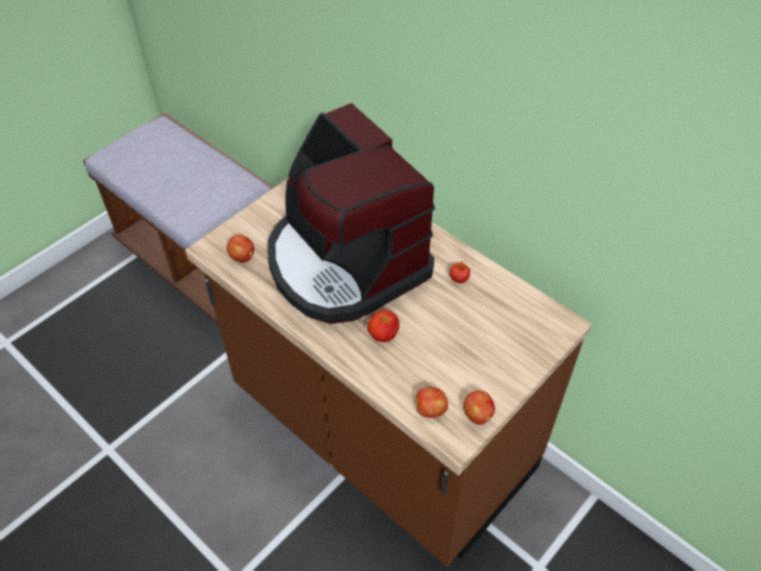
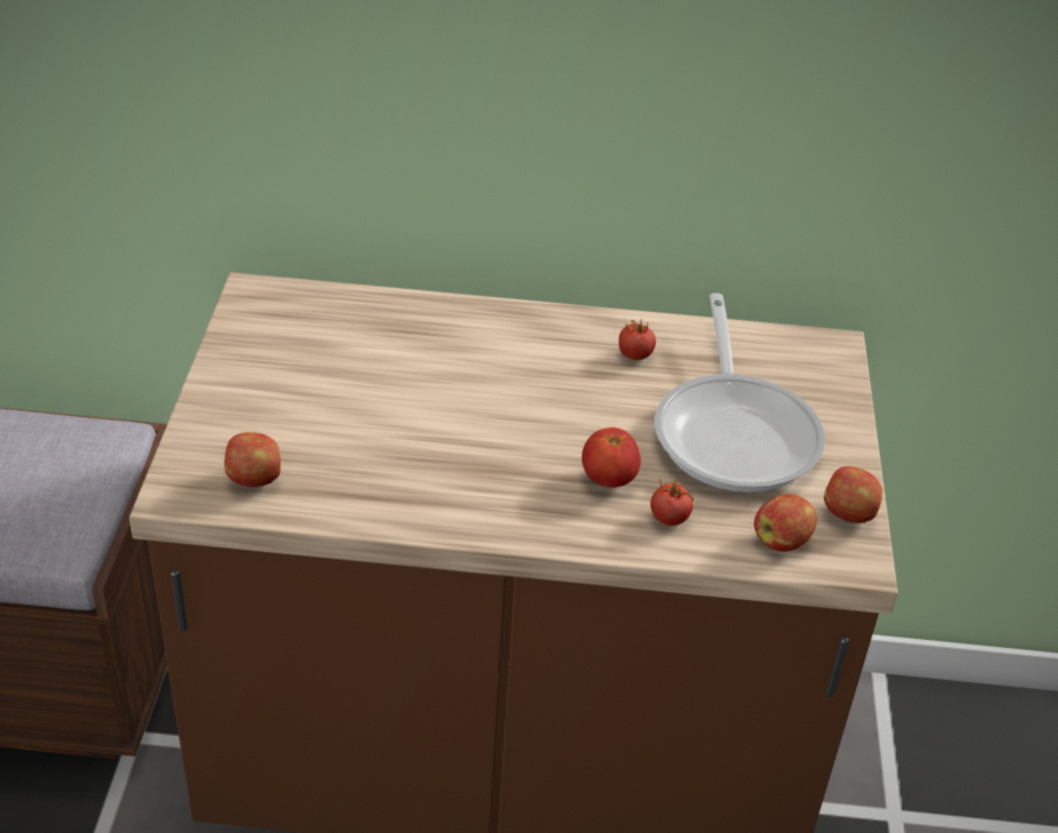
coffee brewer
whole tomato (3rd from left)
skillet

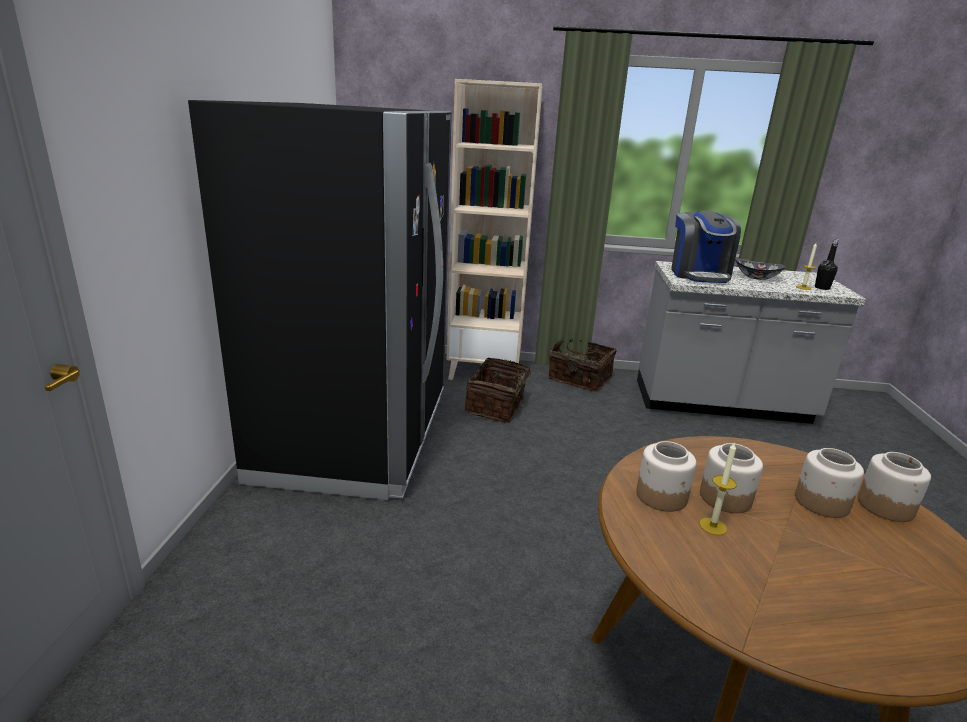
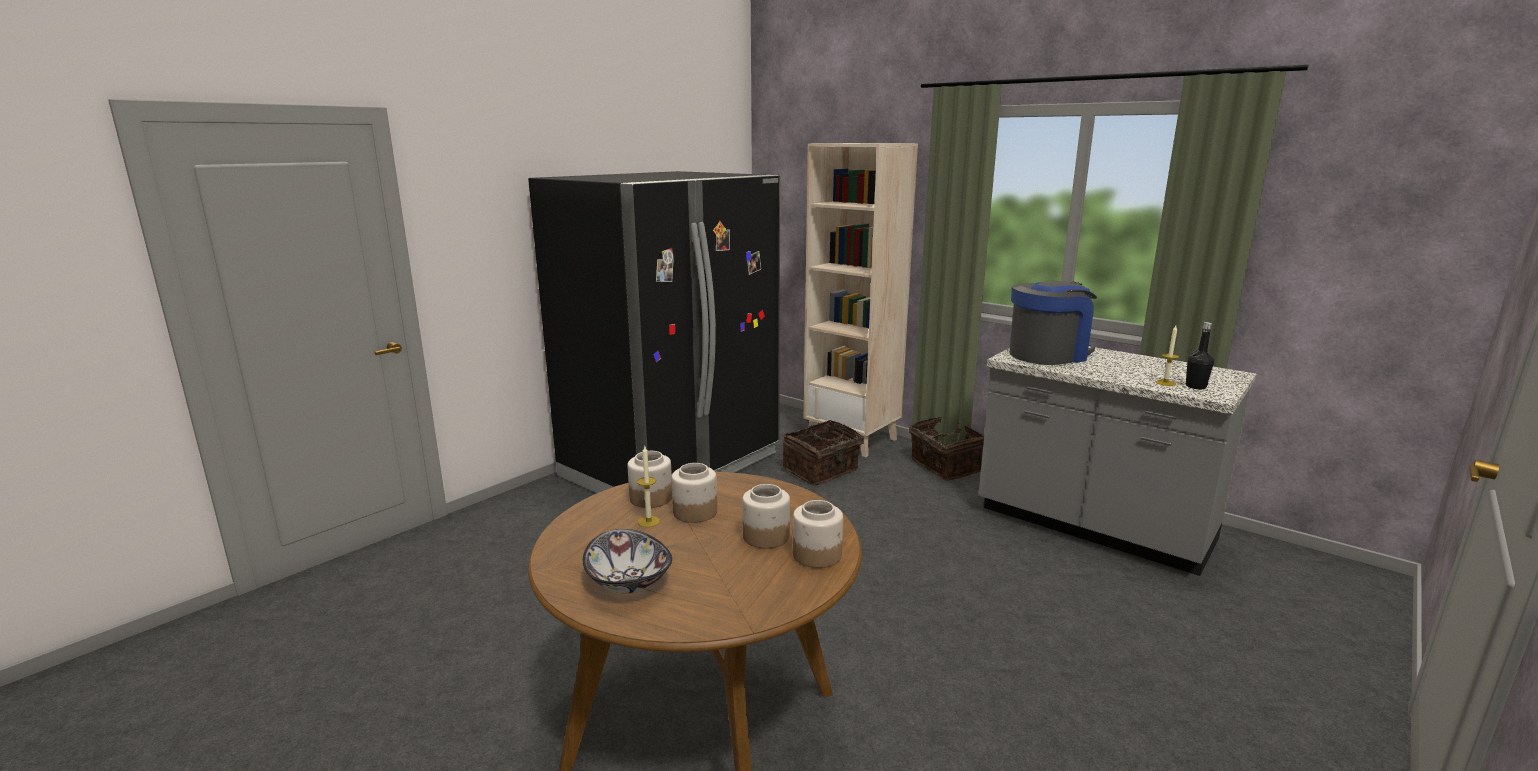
bowl
coffee brewer

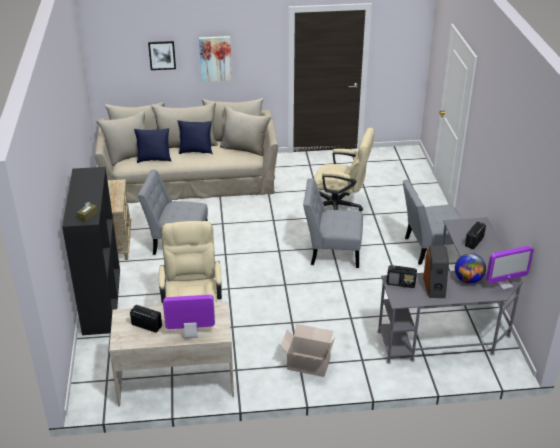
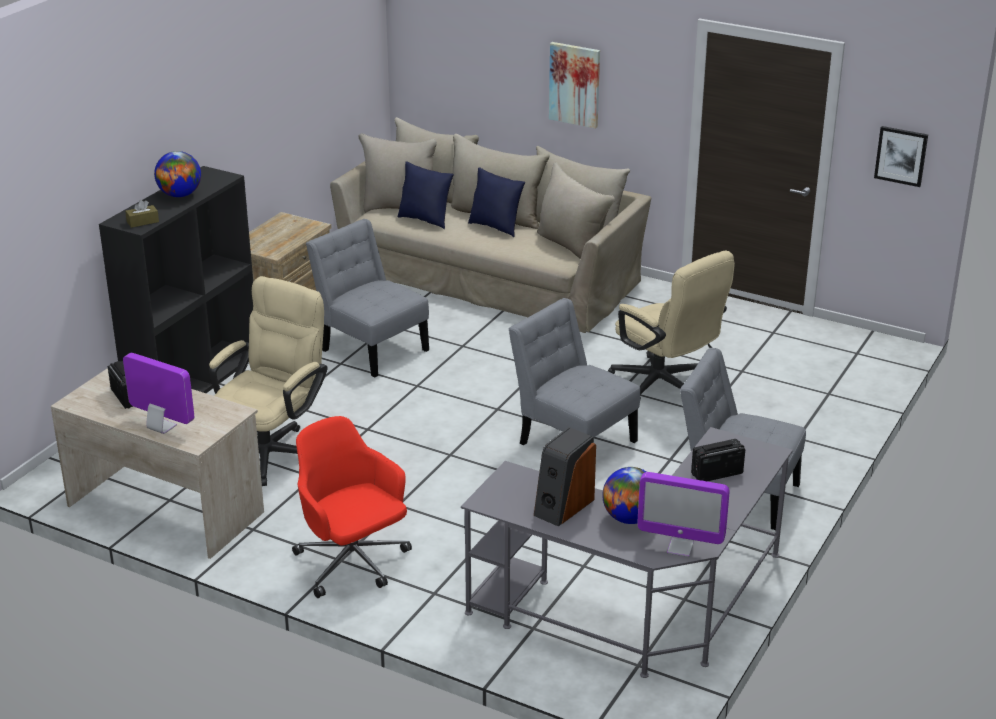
radio receiver (2nd from left in the first image)
desk globe (1st from left)
wall art (2nd from left)
red desk chair

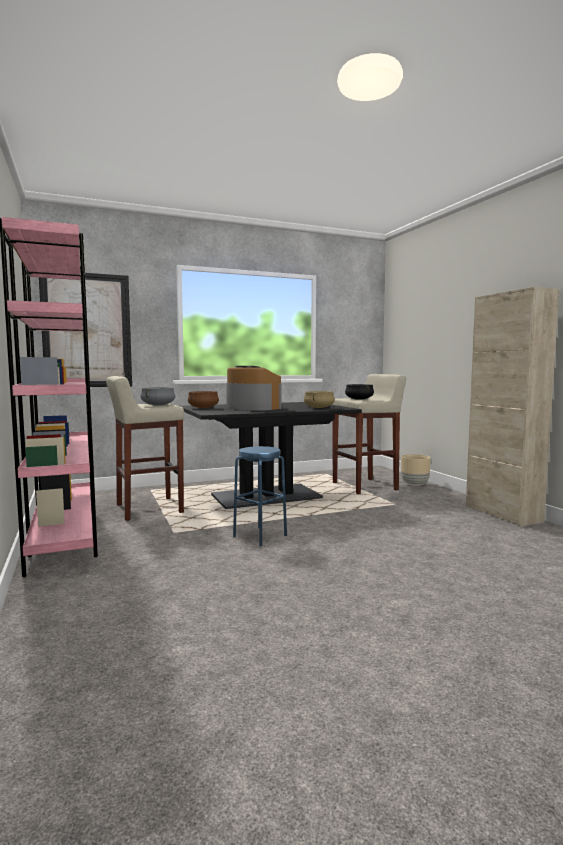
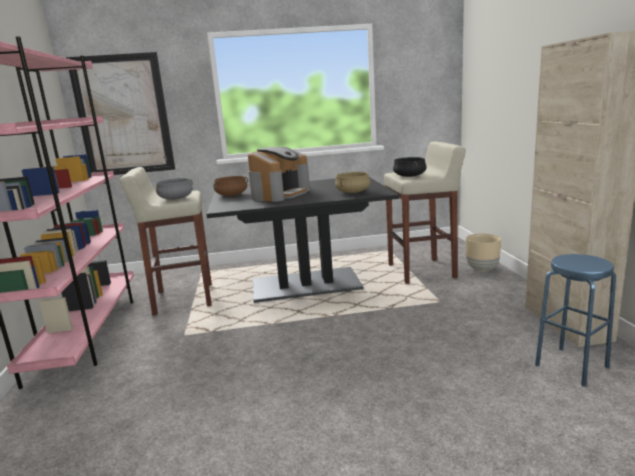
blue stool seat
coffee brewer

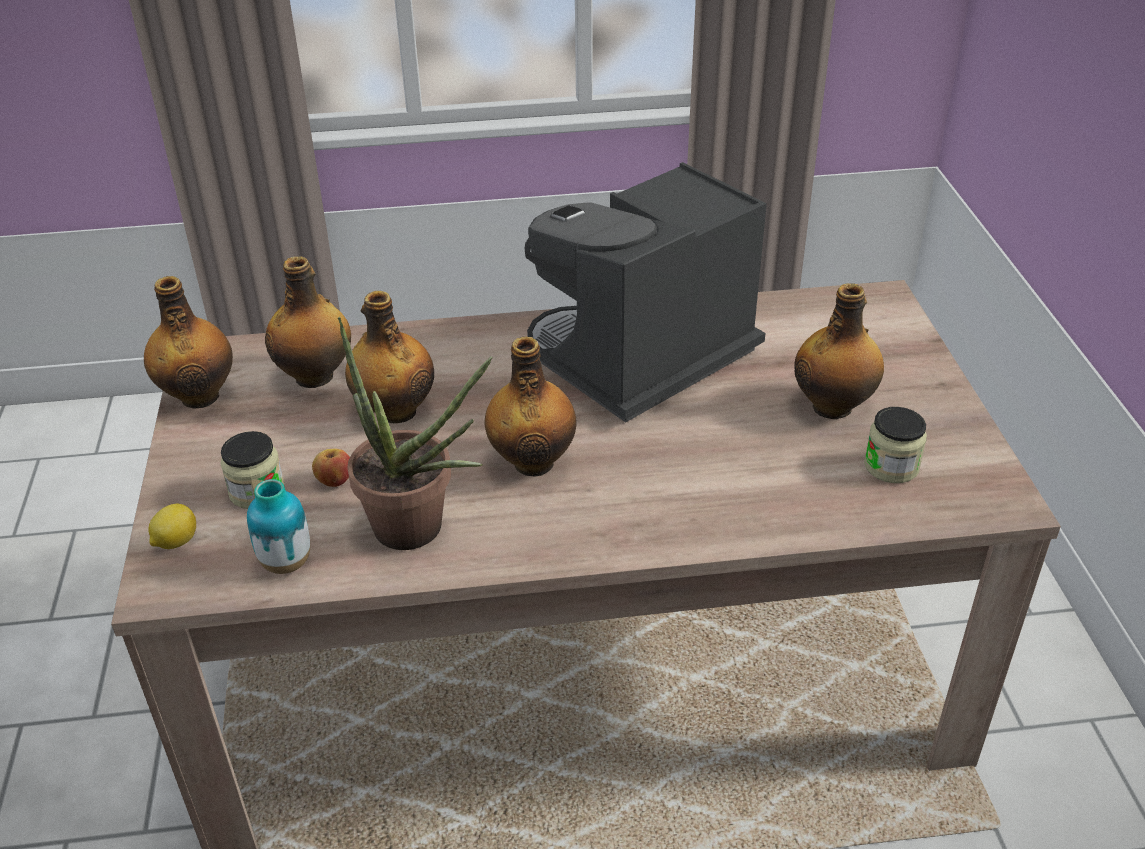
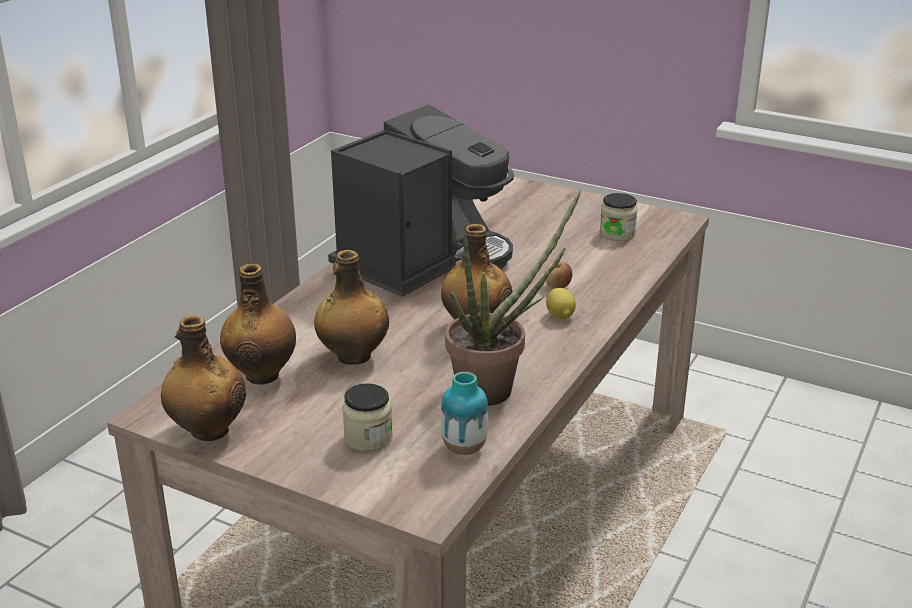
bottle (5th from left in the first image)
lemon
apple fruit
coffee brewer

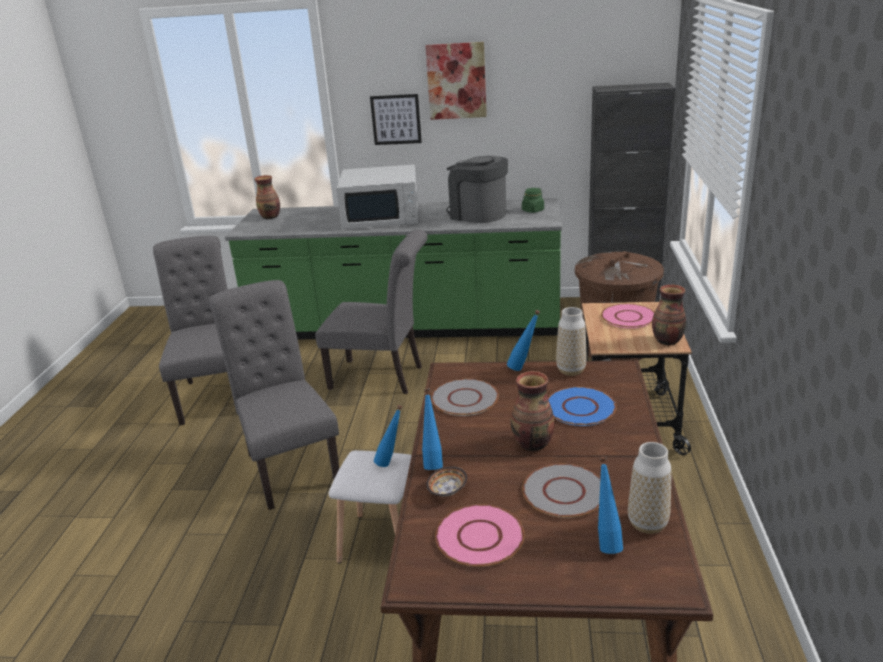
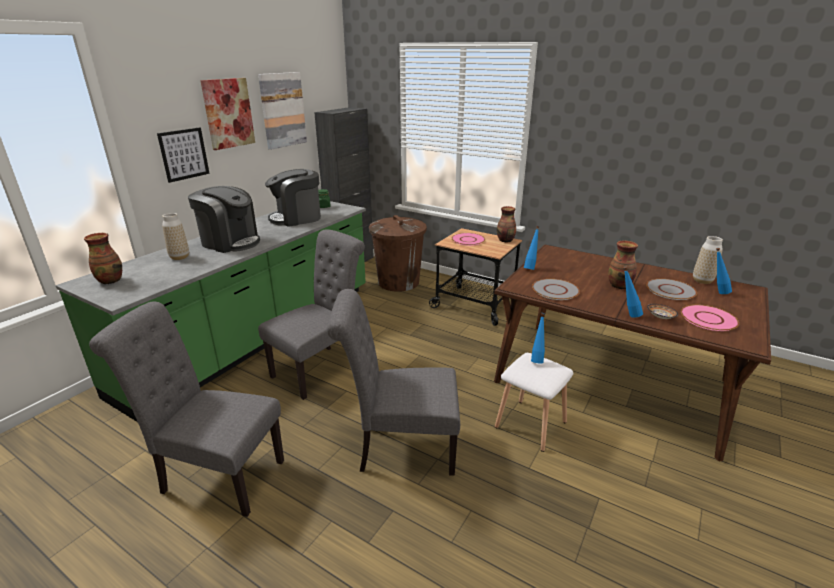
blue dinner plate
wall art (3rd from left)
vase (2nd from left)
coffee brewer (1st from left)

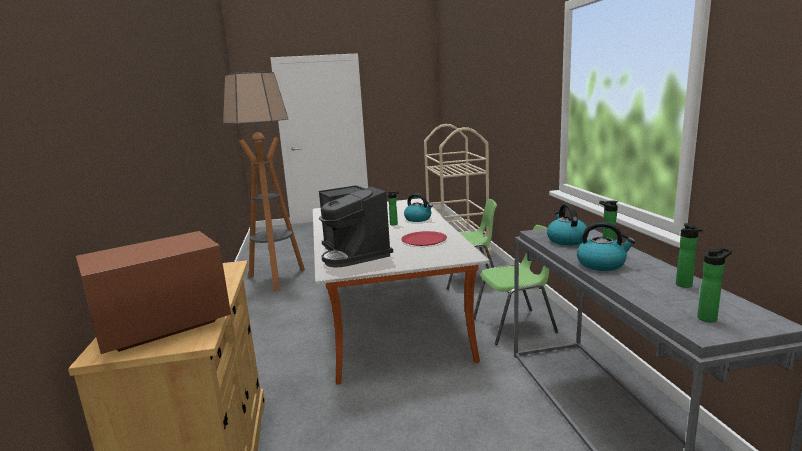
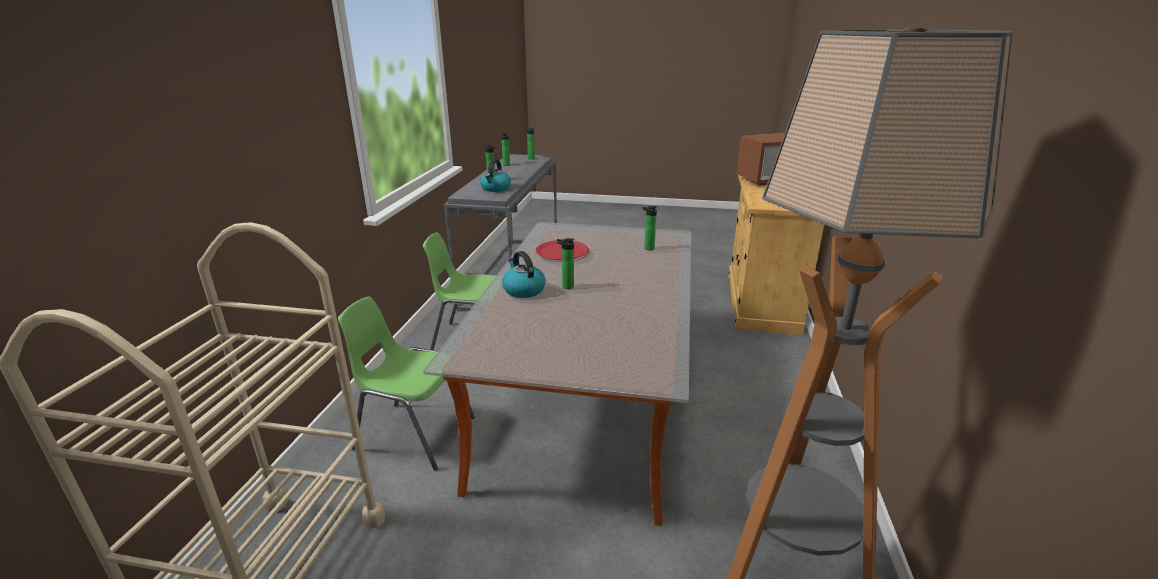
kettle (3rd from left in the first image)
bottle (5th from left)

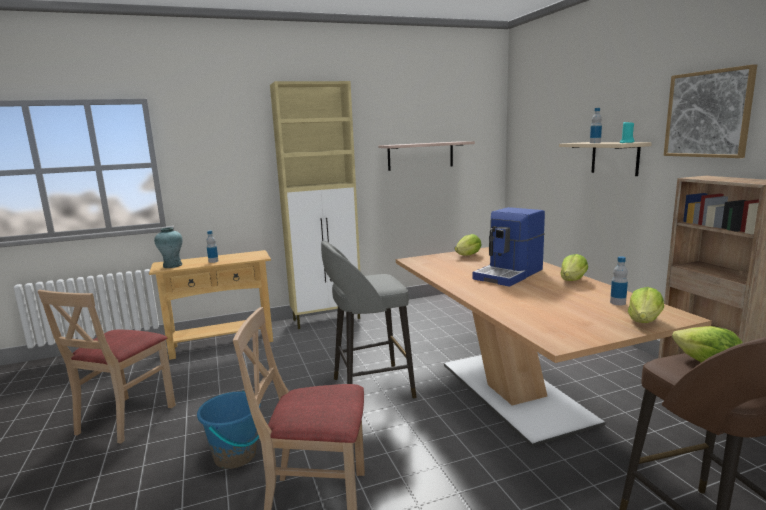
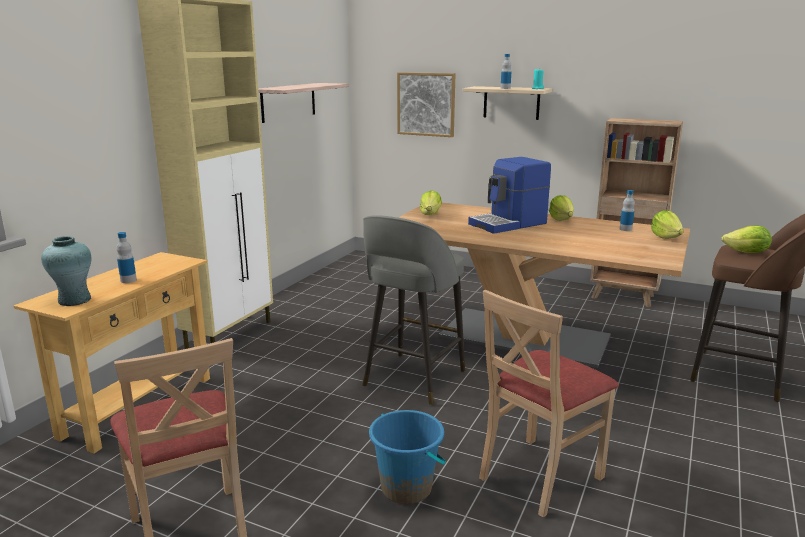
wall art
coffee brewer

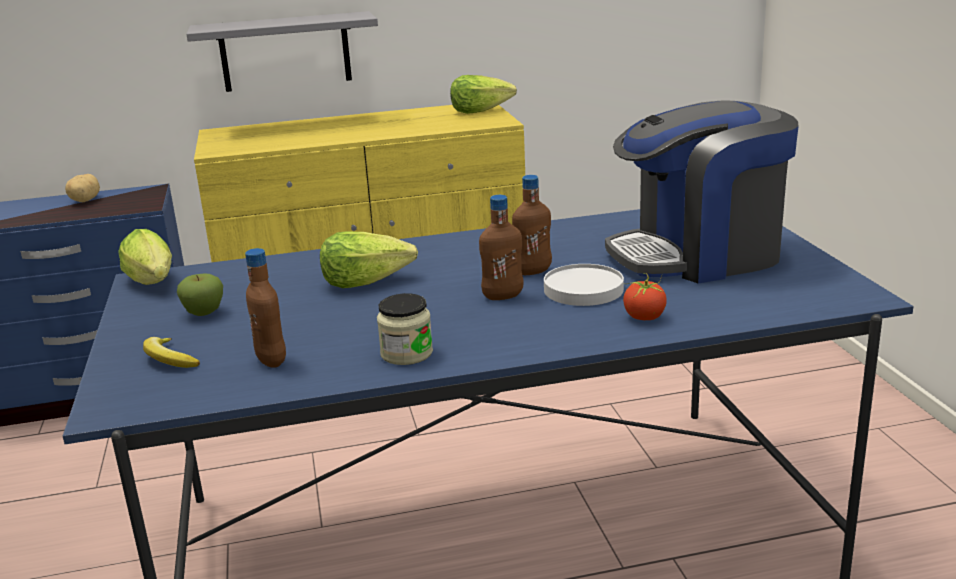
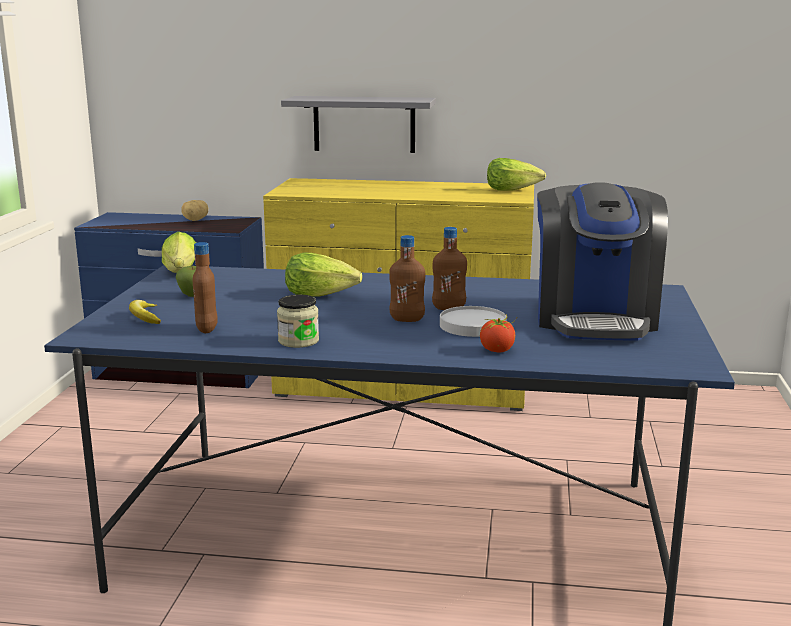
coffee brewer

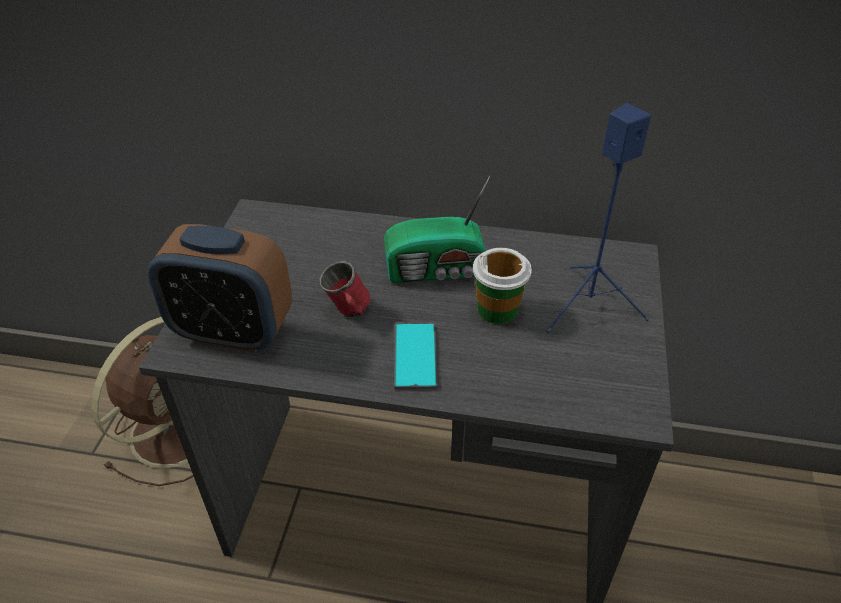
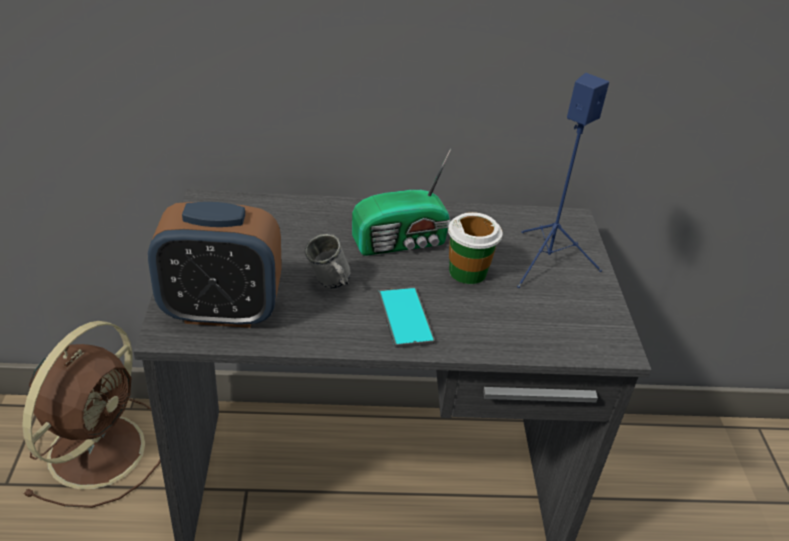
grey tea mug

